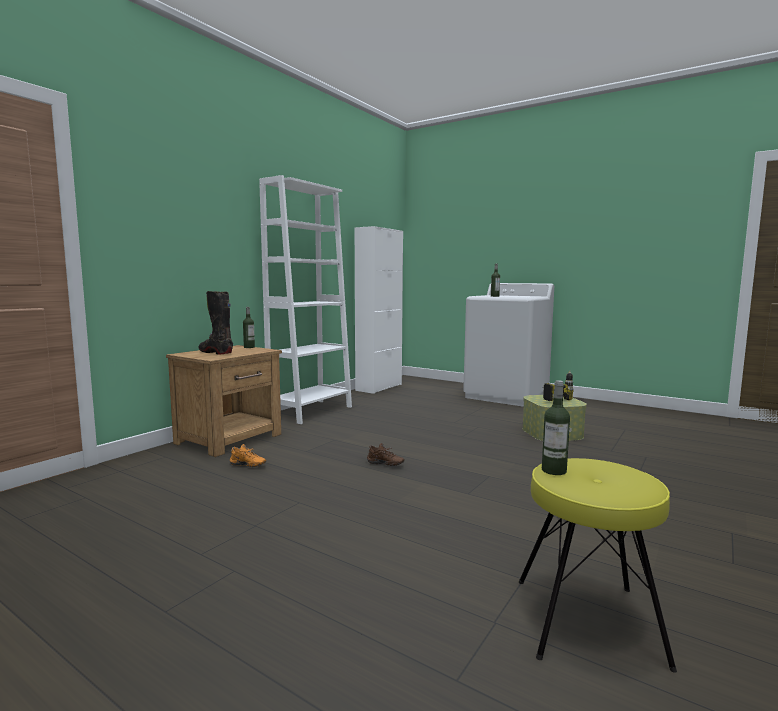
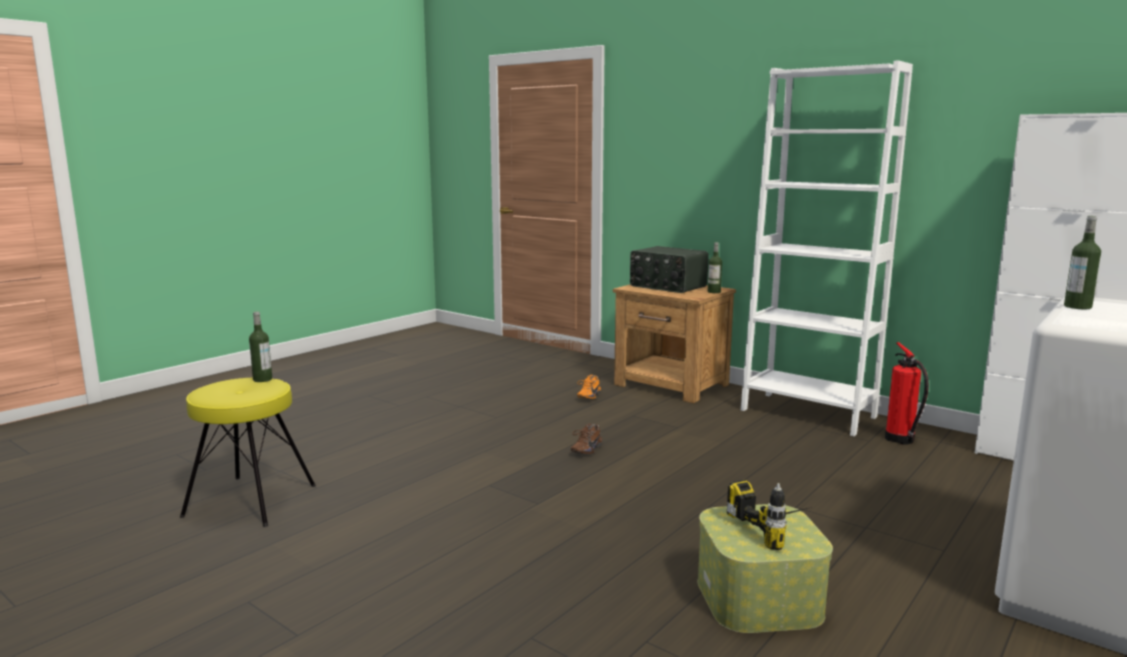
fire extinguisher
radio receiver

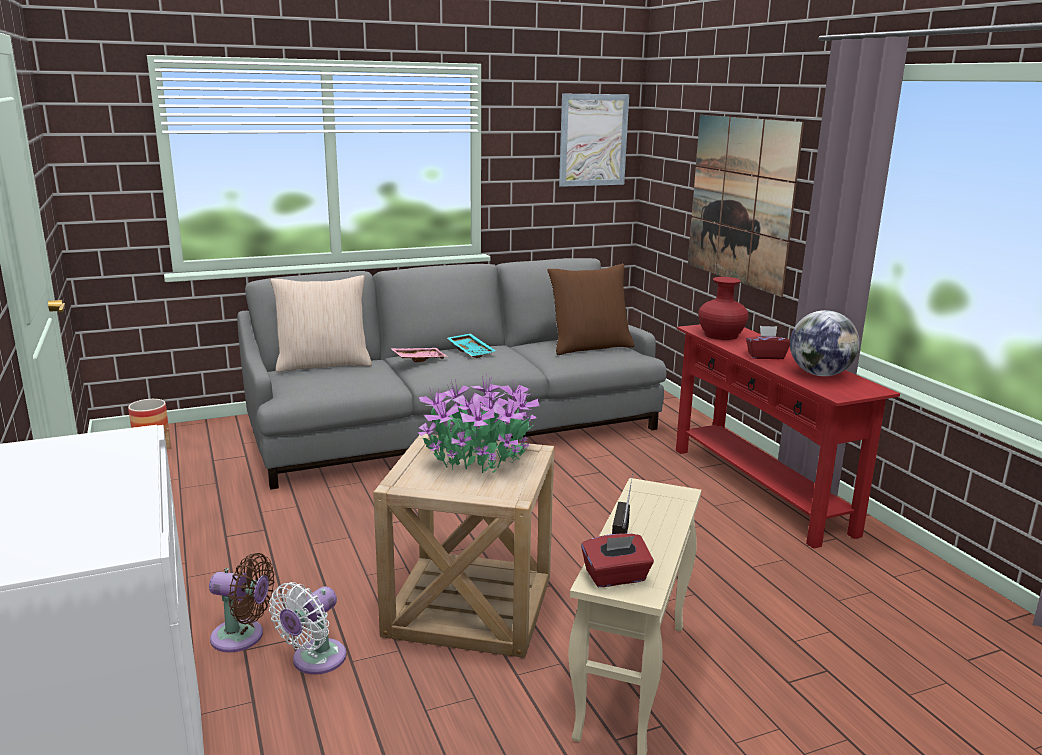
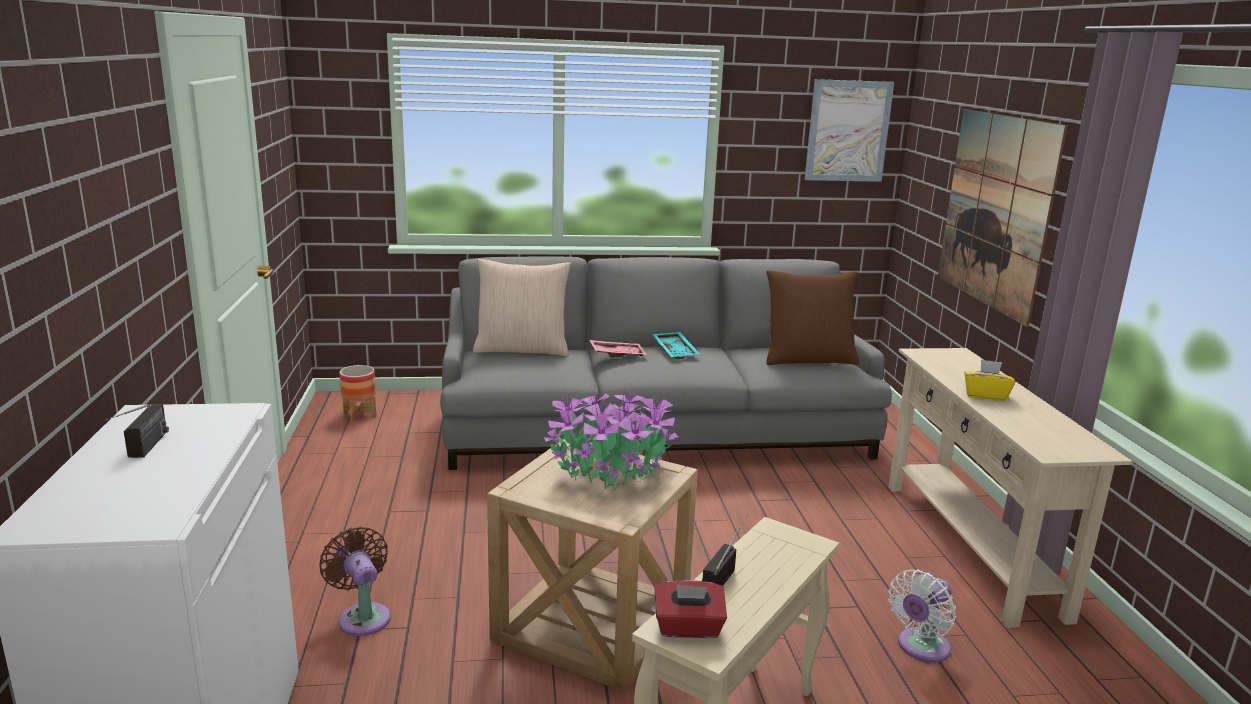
red vase
desk globe
radio receiver (1st from left)
white fan
sand-coloured hall table
yellow-coloured tissue holder
brown-coloured fan

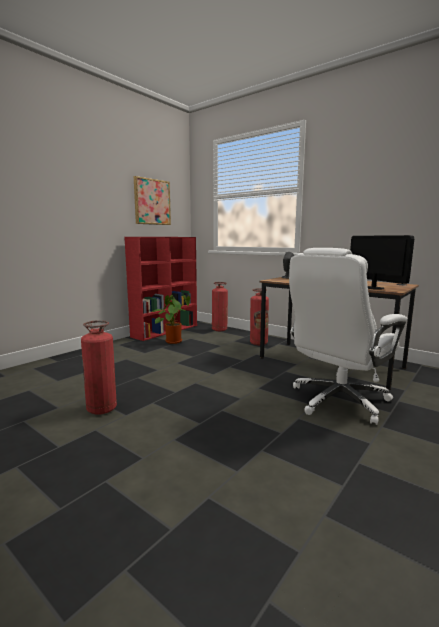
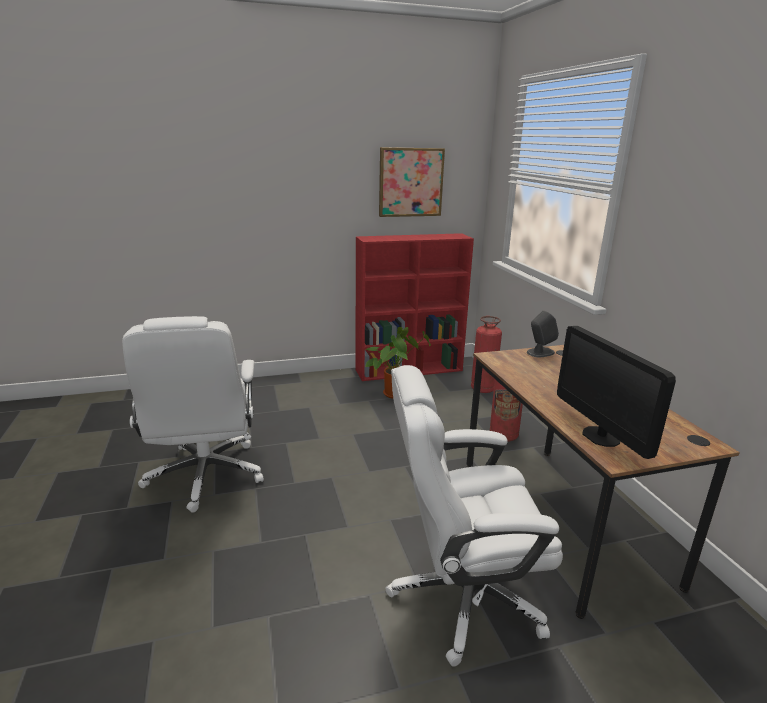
white desk chair (1st from left)
monitor

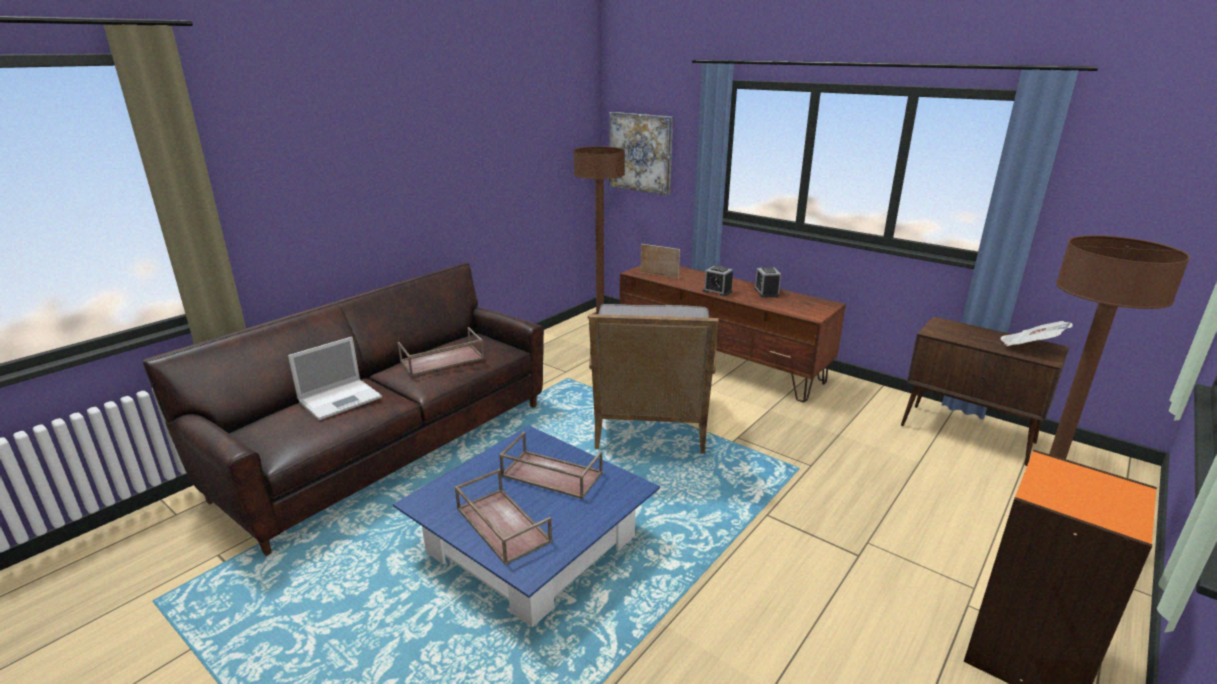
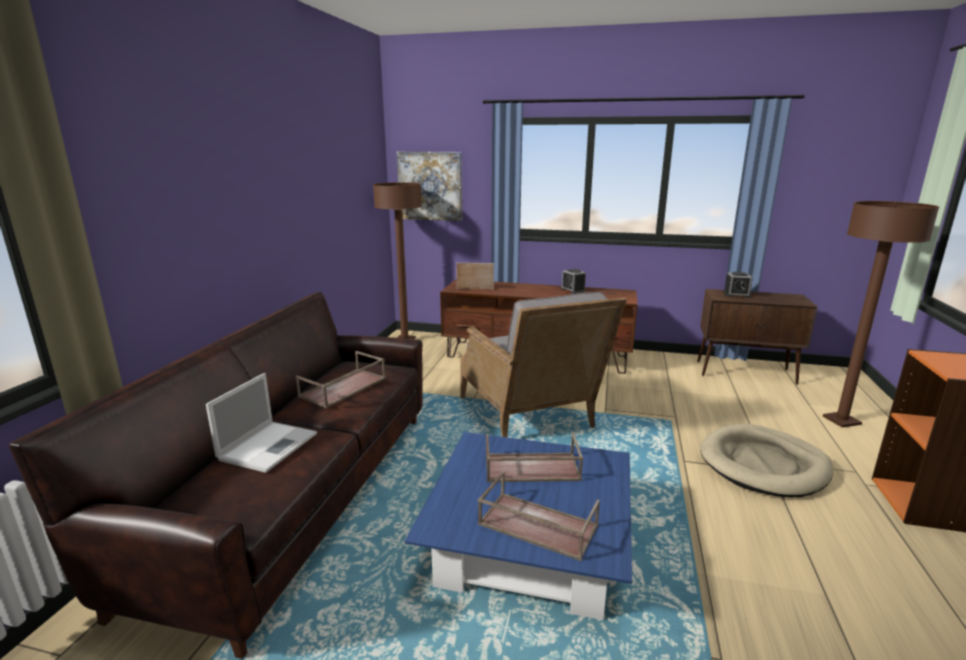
printed paper
sand-coloured dog bed
alarm clock (2nd from left)

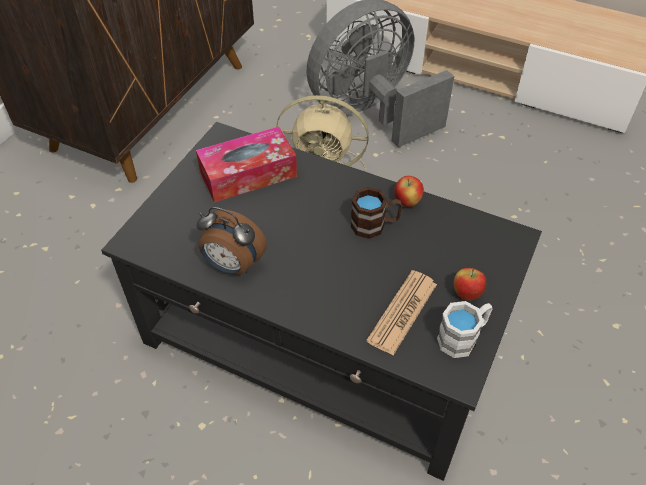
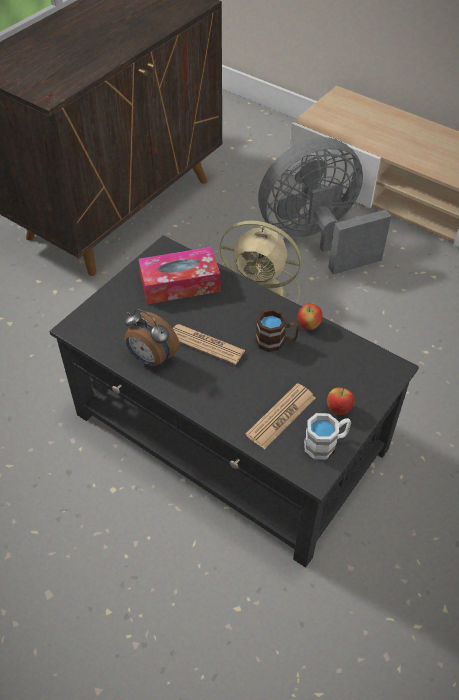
printed paper (1st from left)

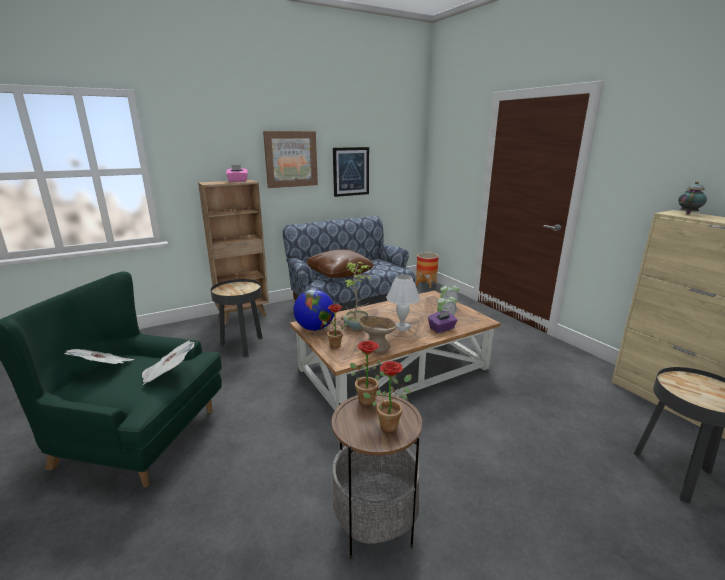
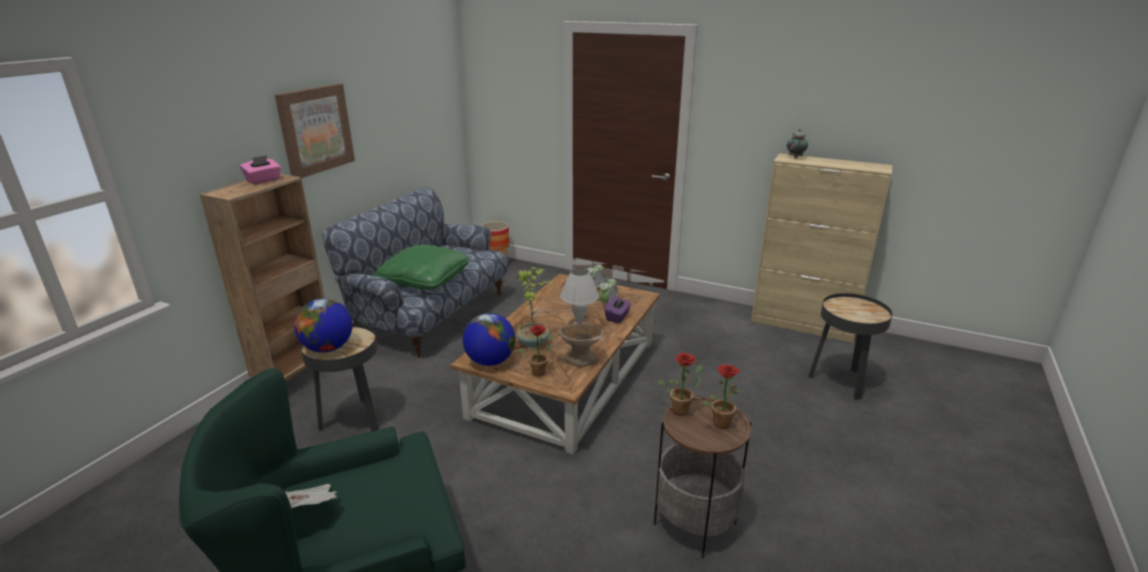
printed paper (2nd from left in the first image)
wall art (2nd from left in the first image)
desk globe (1st from left)
green-coloured pillow

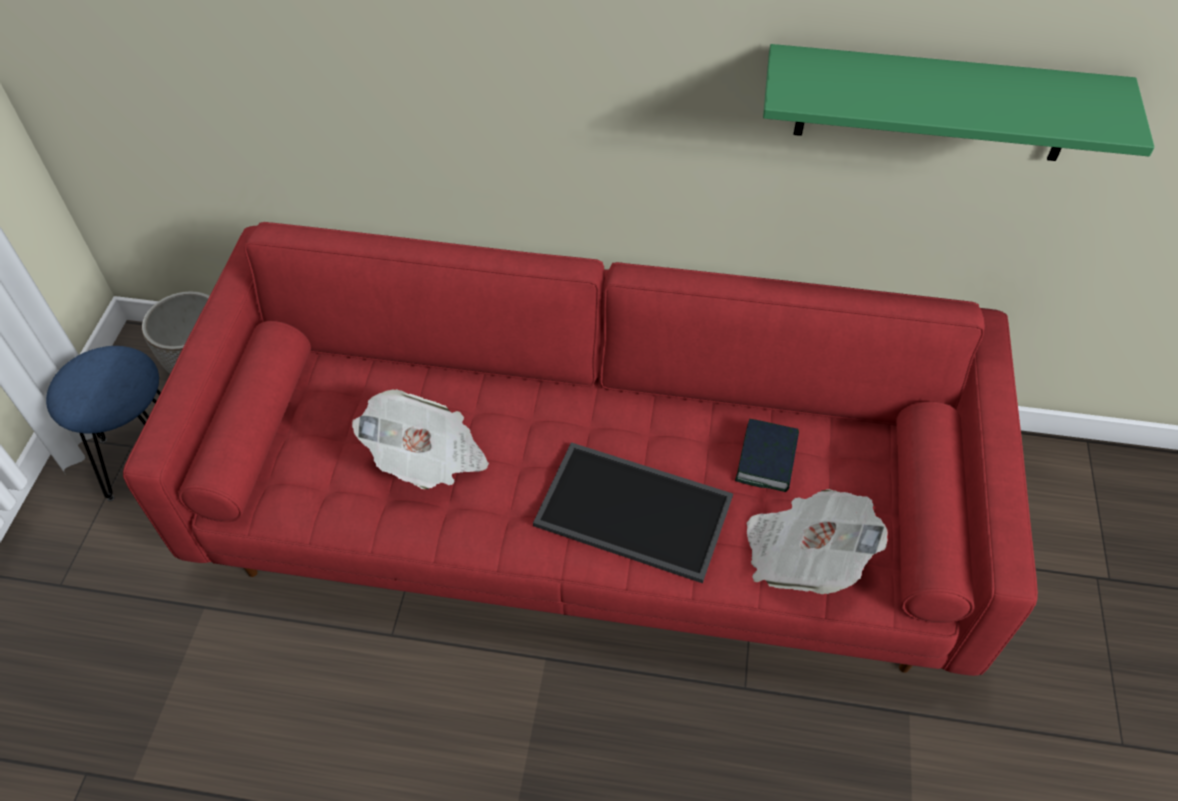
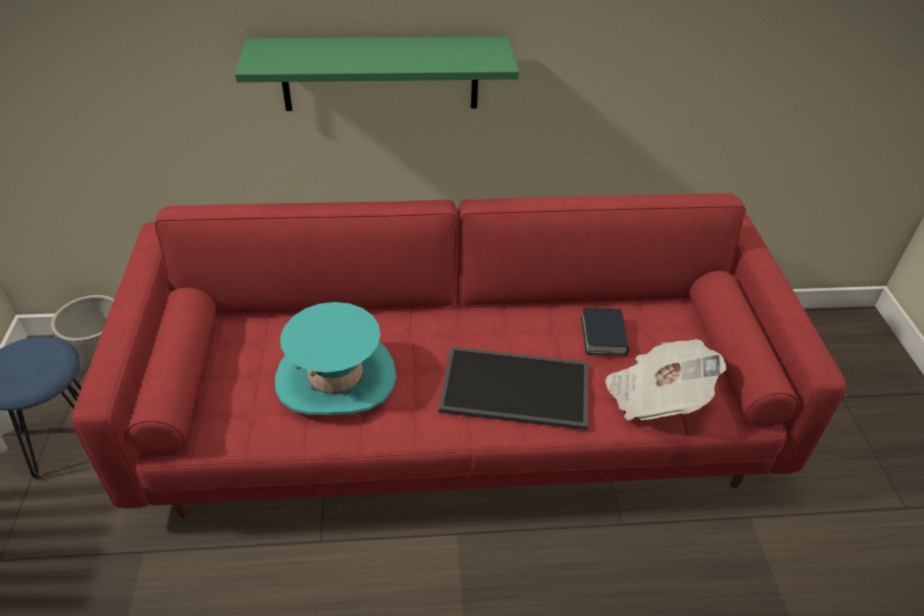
green-coloured shelf
turquoise wearable hat

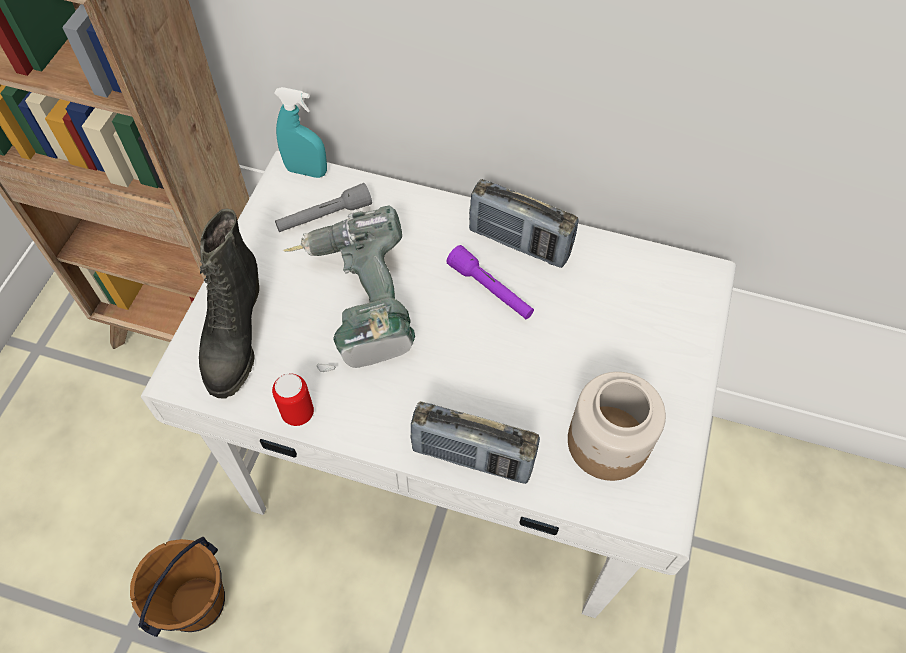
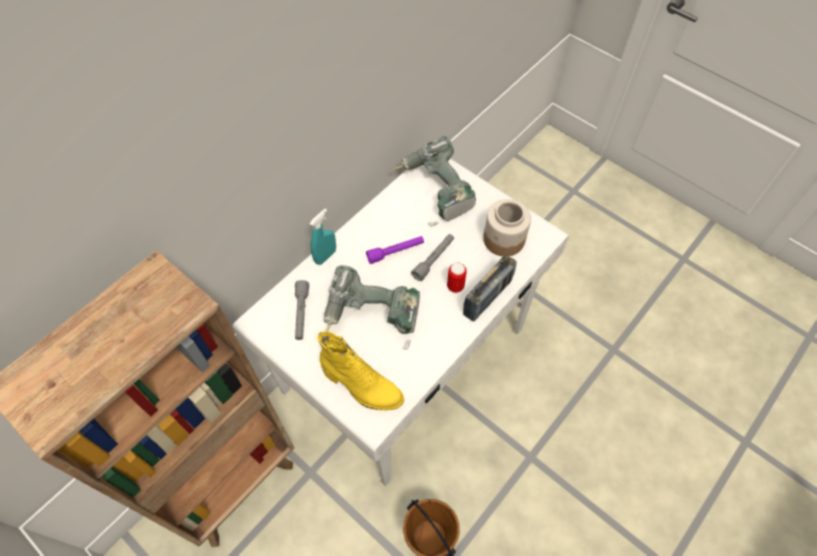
radio receiver (2nd from left in the first image)
electric drill (2nd from left)
grey torch (2nd from left)
metal can
turquoise sprayer
yellow-coloured tall boot

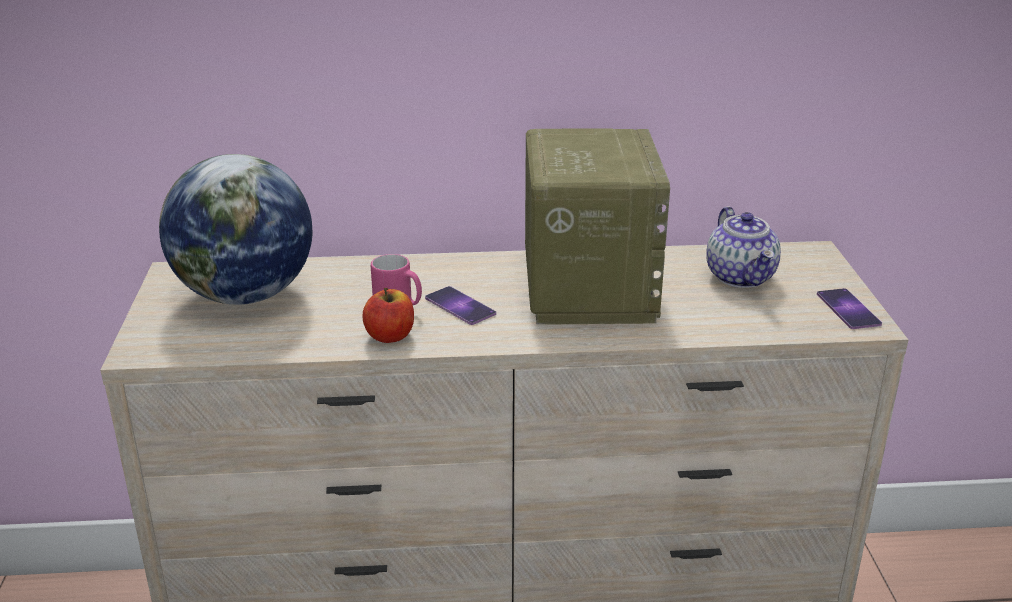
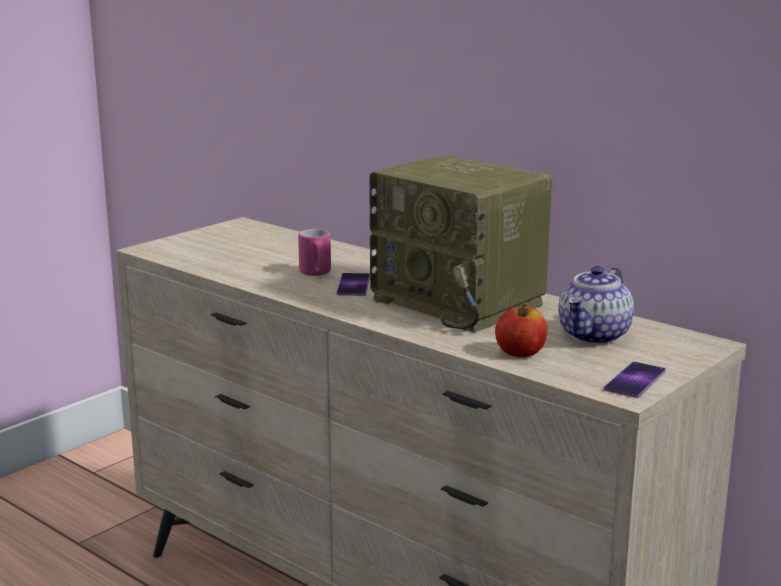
desk globe
apple fruit
radio receiver

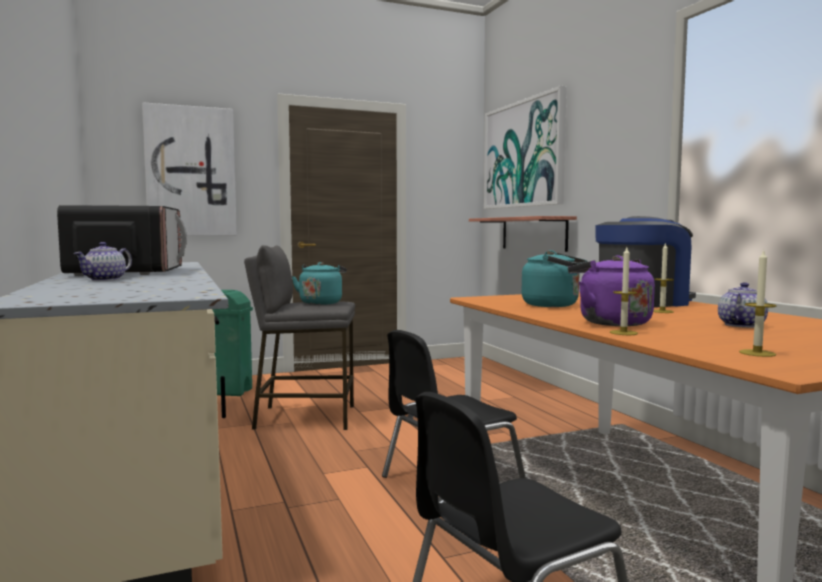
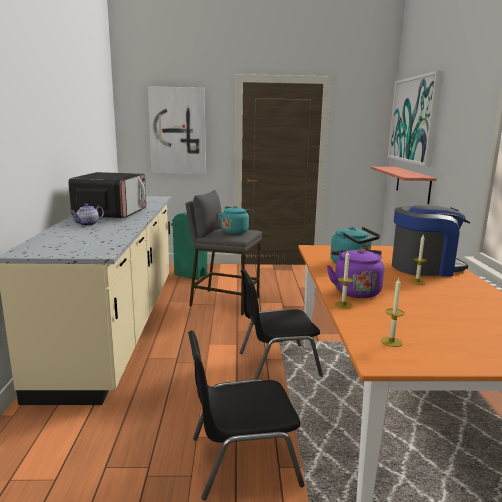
pot for tea (2nd from left in the first image)

